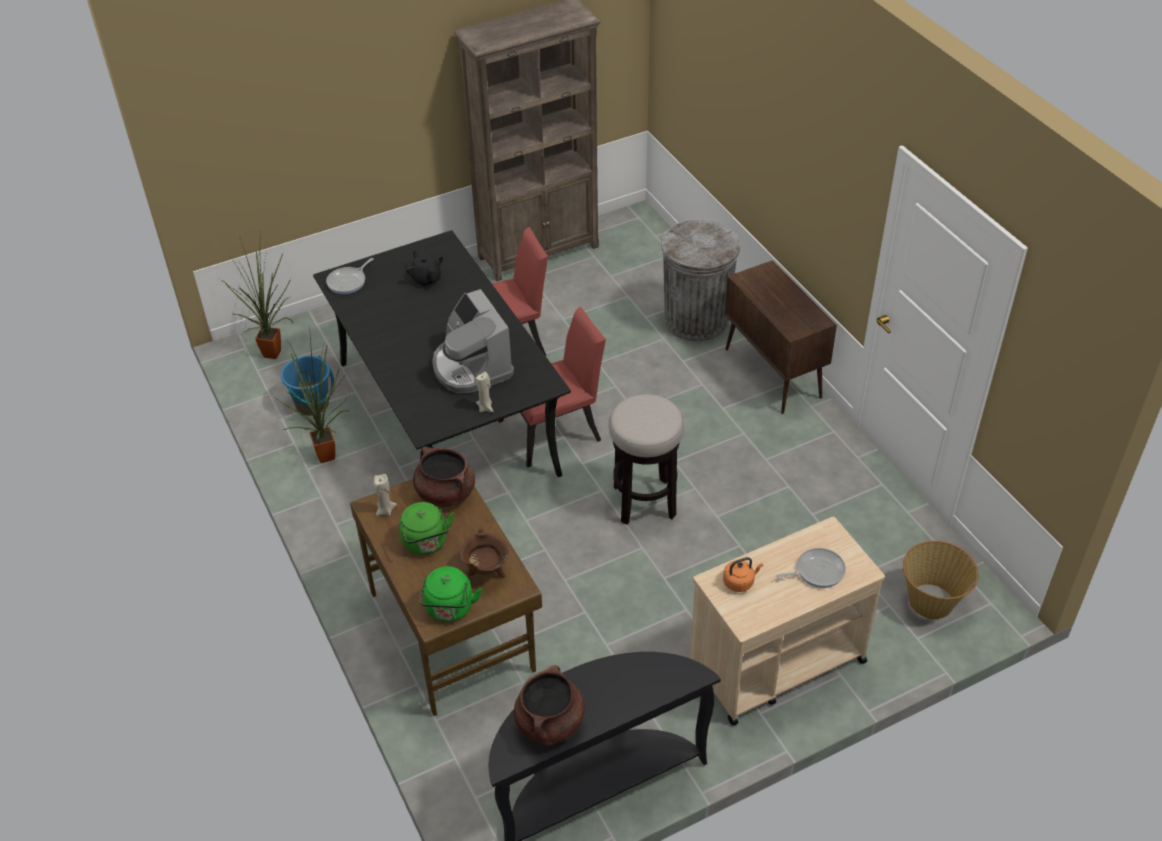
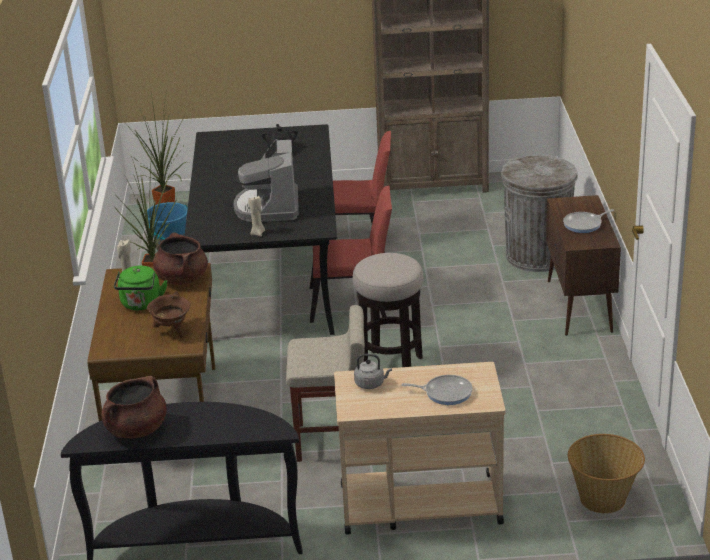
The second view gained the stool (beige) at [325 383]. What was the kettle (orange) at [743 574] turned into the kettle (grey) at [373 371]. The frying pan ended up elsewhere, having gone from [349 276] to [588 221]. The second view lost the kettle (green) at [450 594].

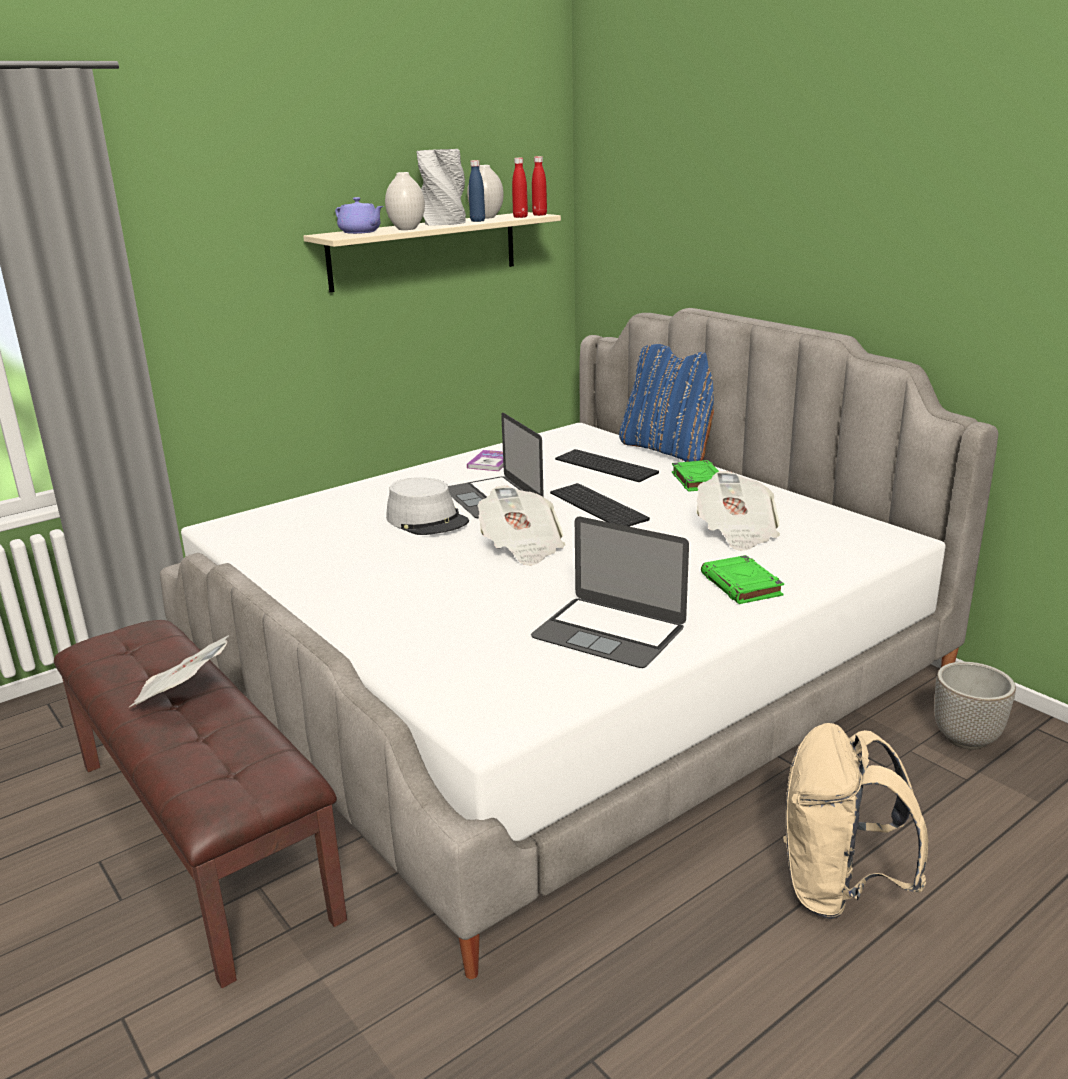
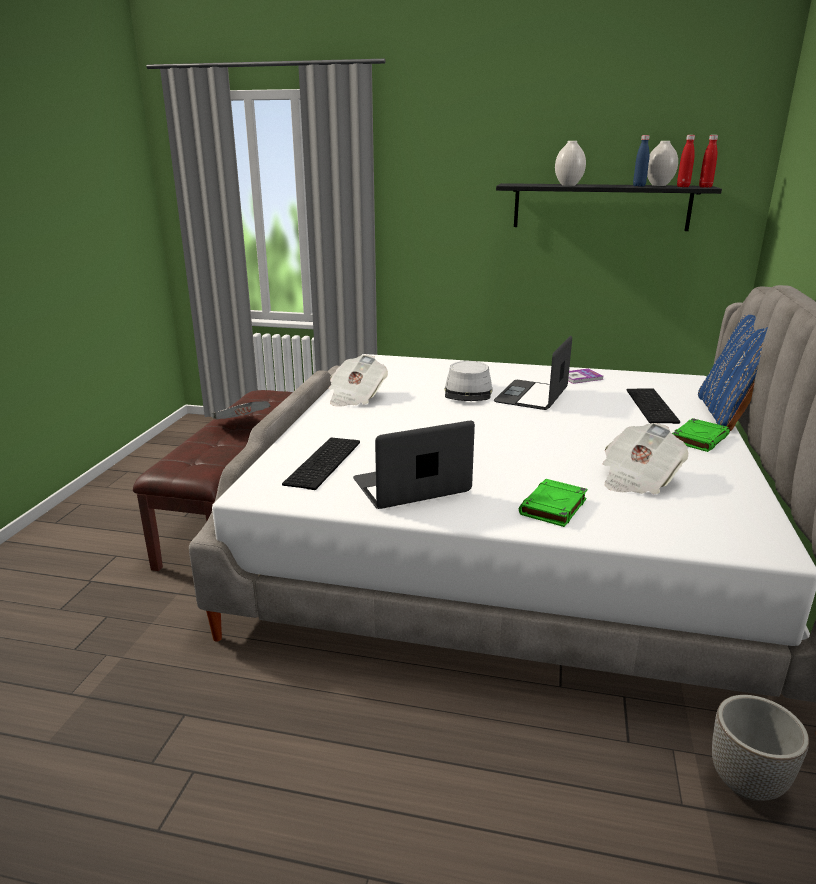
The keyboard ended up elsewhere, having gone from [600 505] to [321 464]. The newspaper ended up elsewhere, having gone from [521 526] to [358 381]. The laptop at [610 592] ended up facing another way, 75 degrees clockwise from before. What was the shelf (beige) at [432 252] turned into the shelf (black) at [609 207]. The second view lost the teapot (purple) at [359 215]. The second view lost the vase (grey) at [441 187]. The second view lost the backpack (beige) at [855 821].

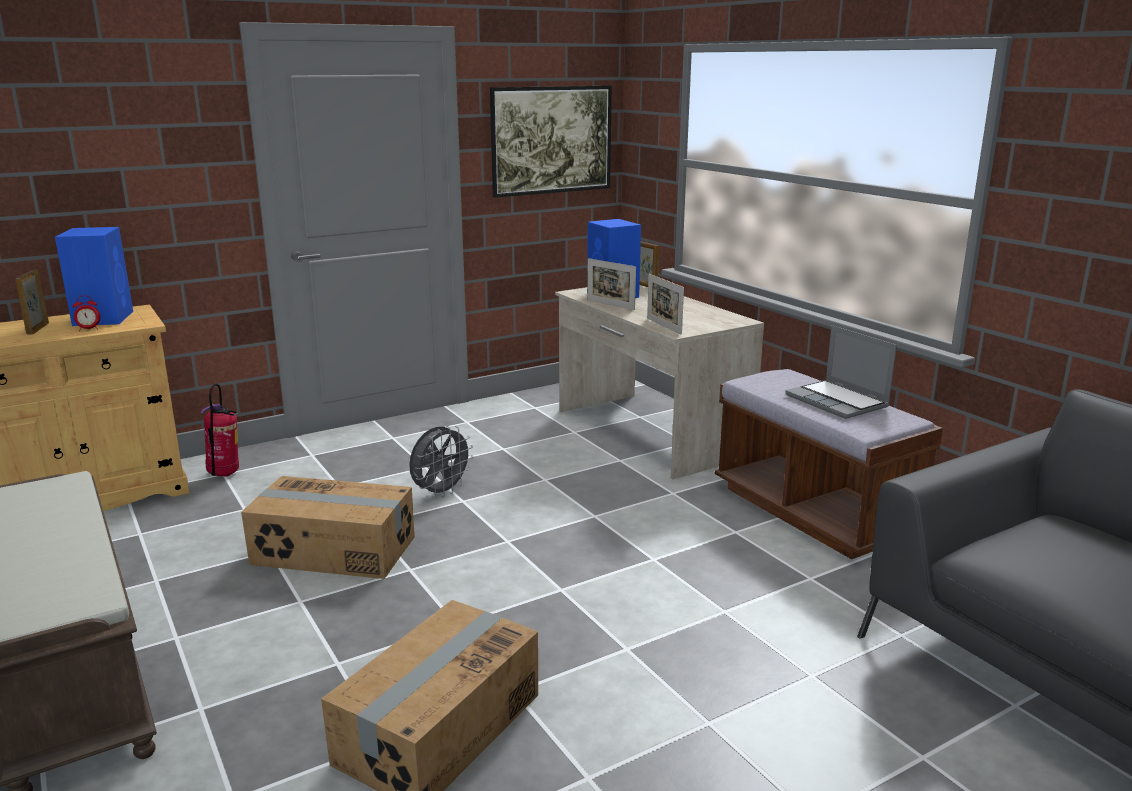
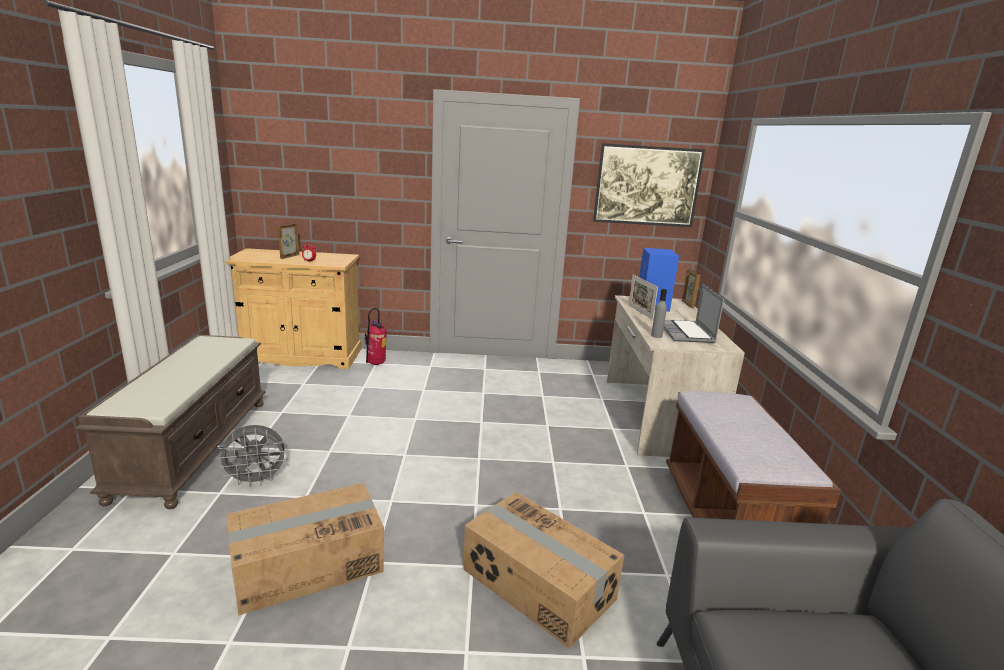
The fan (grey) ended up elsewhere, having gone from [441 462] to [252 456]. The cardboard box ended up elsewhere, having gone from [328 527] to [543 570]. Where the picture frame stood at [665 304], the bottle (grey) came to stand at [659 313]. The laptop ended up elsewhere, having gone from [841 372] to [694 313]. The second view lost the speaker (blue) at [94 276].

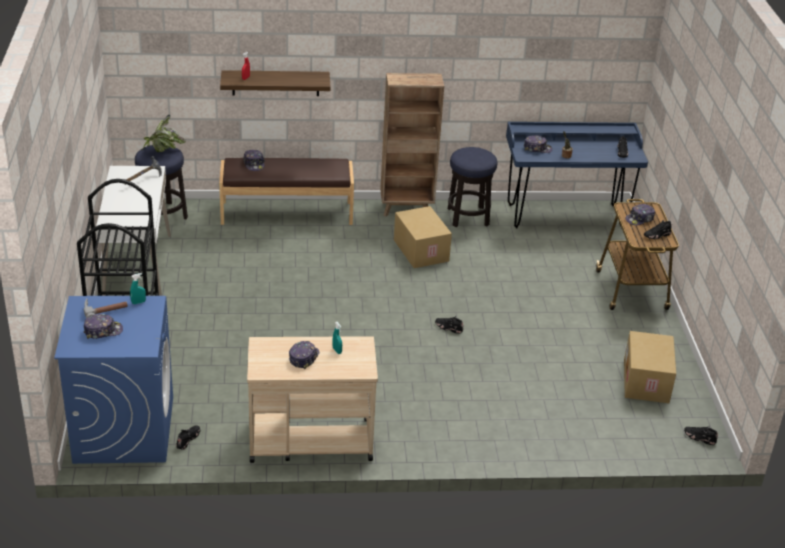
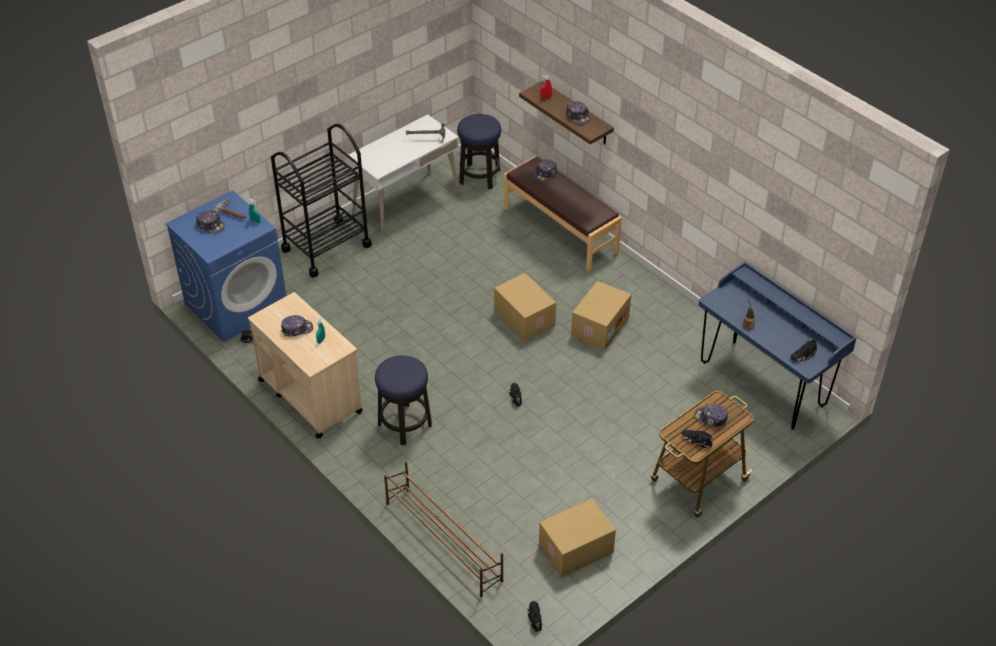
The stool ended up elsewhere, having gone from [472 187] to [403 400]. The second view gained the shoe rack (brown) at [444 529]. The second view gained the cardboard box at [525 307]. The cap ended up elsewhere, having gone from [538 144] to [578 112]. The second view lost the potted plant at [164 133]. The second view lost the bookcase (brown) at [412 144].

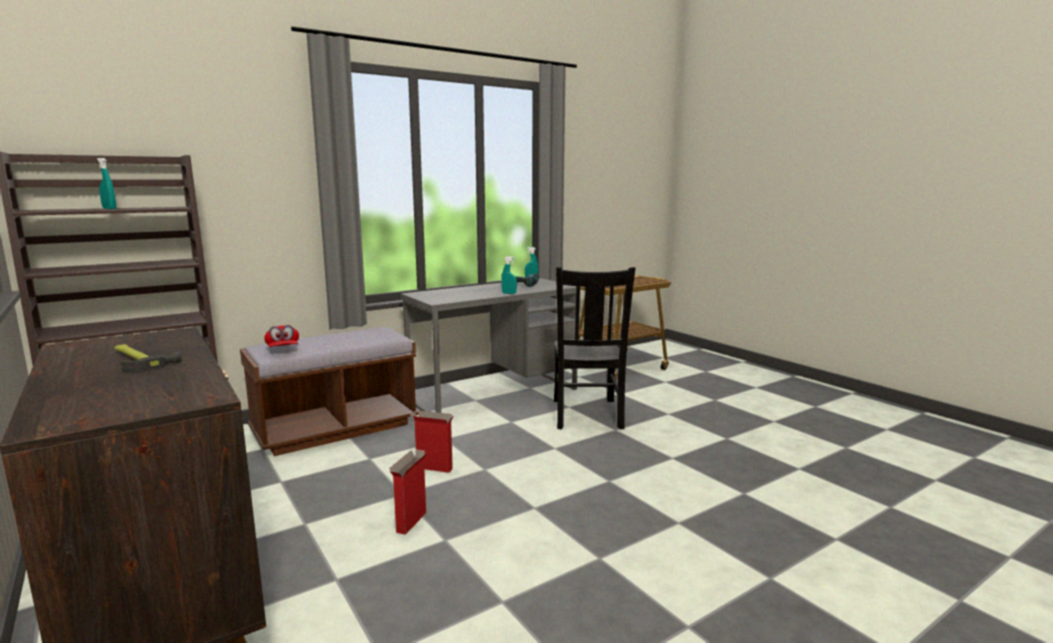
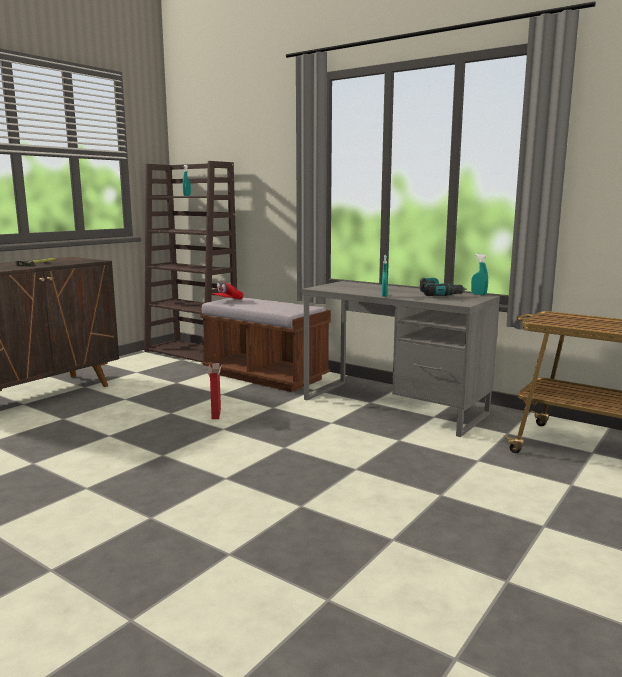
The second view lost the cardboard box at [408 492]. The second view lost the chair (black) at [594 348].

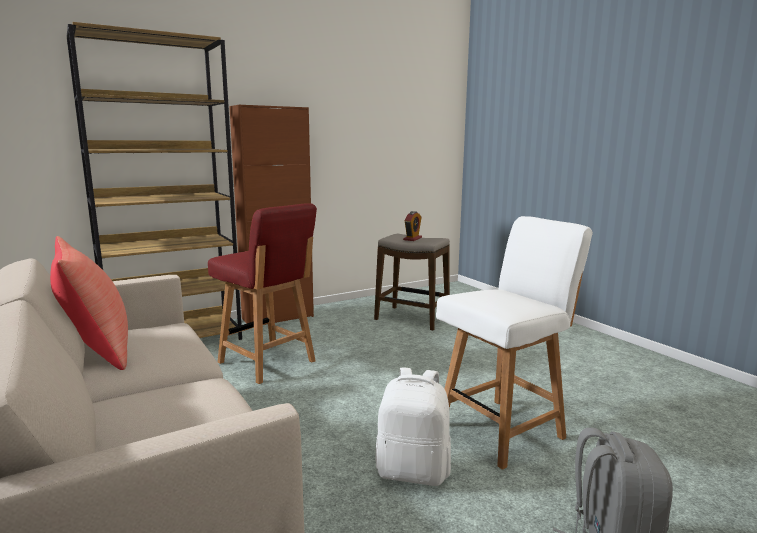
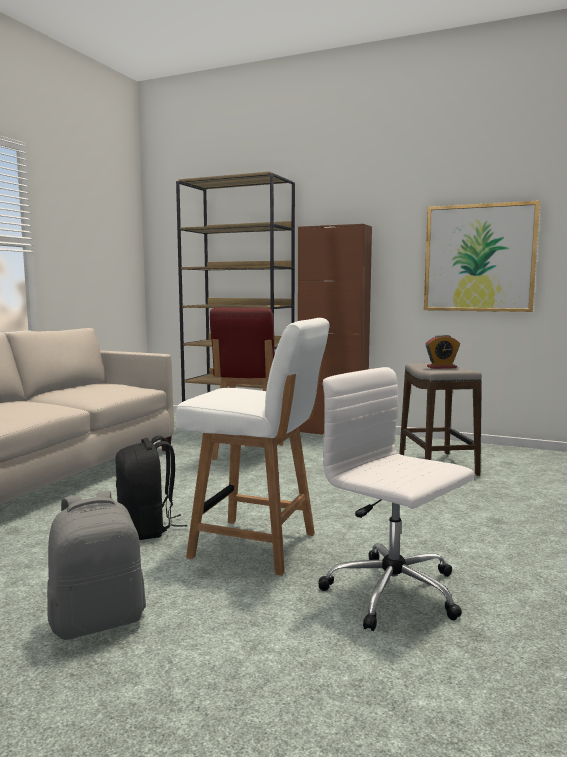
What was the backpack (white) at [413 426] turned into the backpack (black) at [152 488]. The second view gained the office chair (white) at [396 499]. The second view gained the picture at [482 256]. The second view lost the pillow (red) at [89 303].

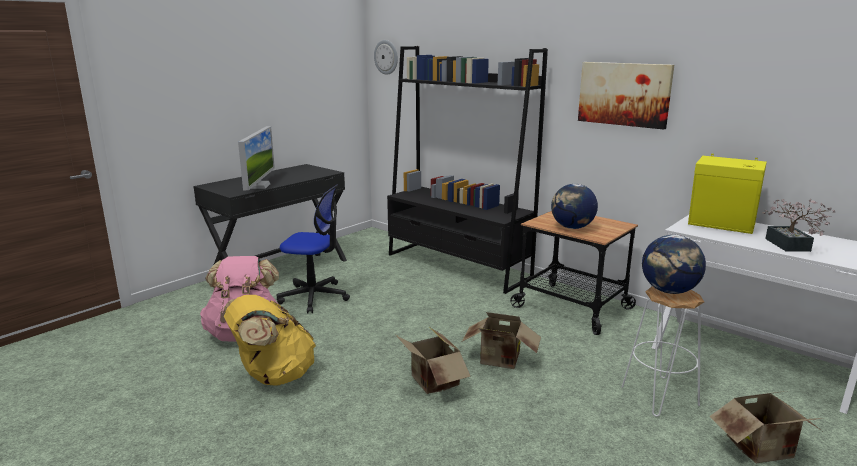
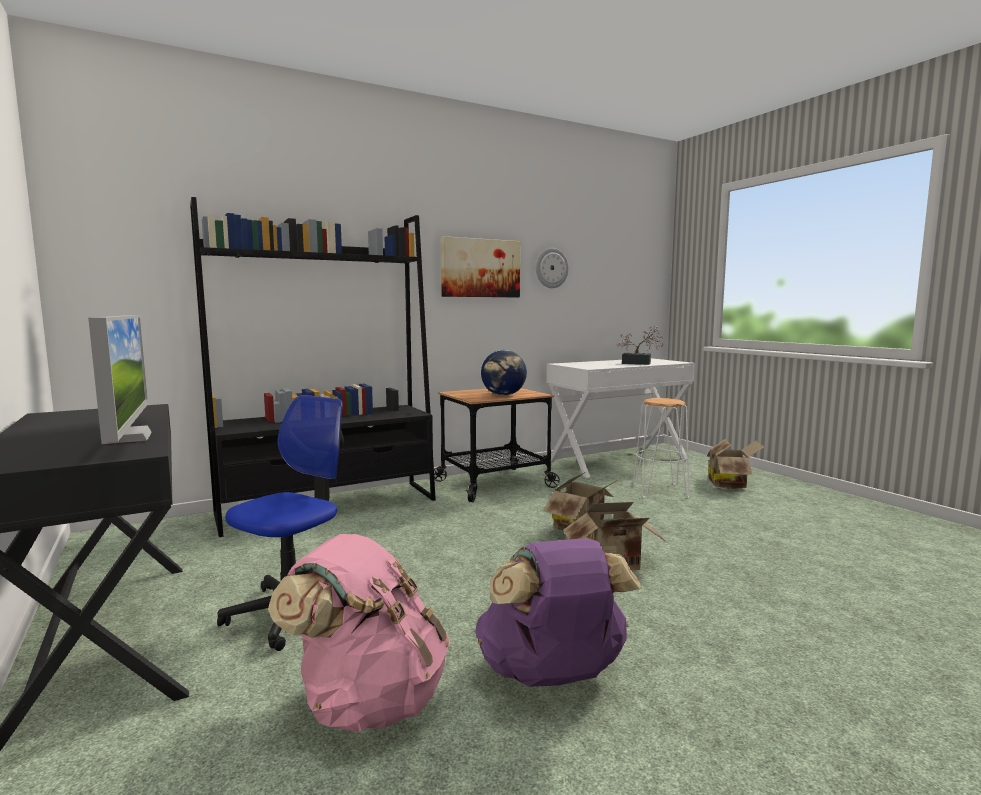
The monitor at [256 158] ended up facing another way, 45 degrees clockwise from before. What was the backpack (yellow) at [270 340] turned into the backpack (purple) at [558 612]. The wall clock ended up elsewhere, having gone from [386 57] to [552 268]. The second view lost the globe at [674 264]. The second view lost the speaker (yellow) at [727 194].

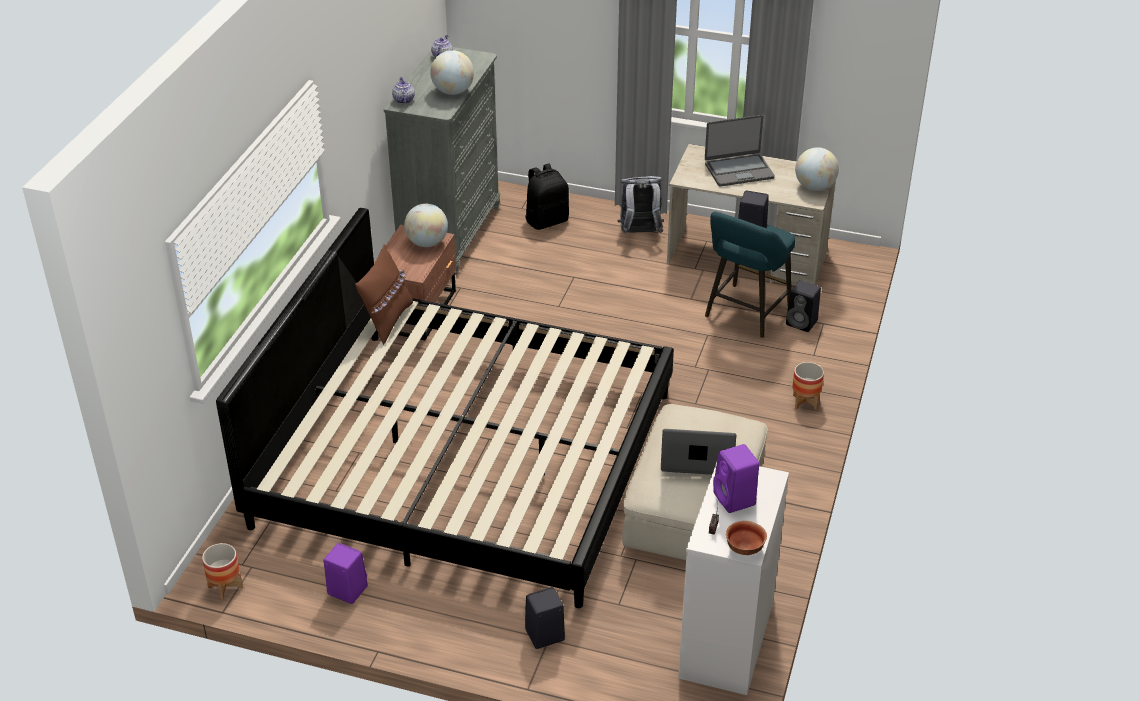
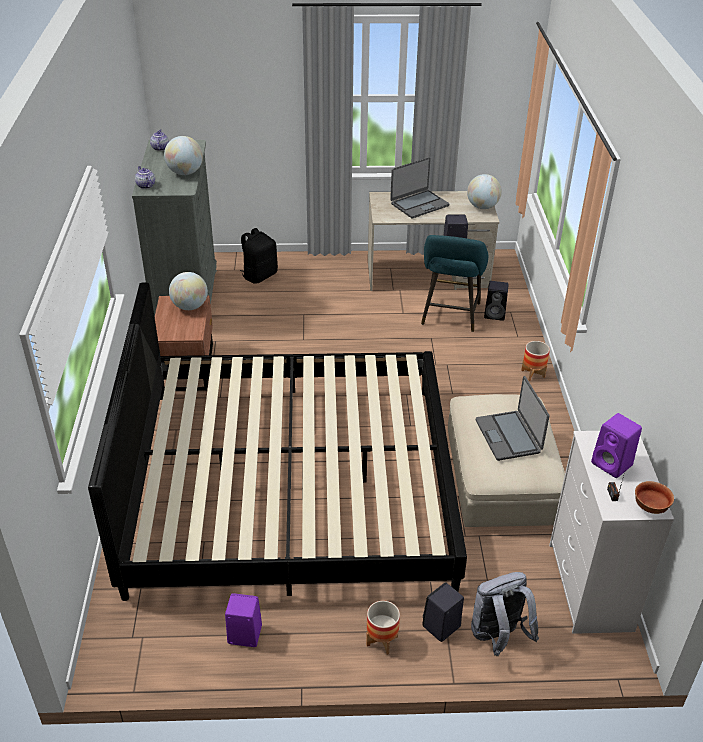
The planter ended up elsewhere, having gone from [222 571] to [383 628]. The backpack (grey) ended up elsewhere, having gone from [640 205] to [505 614]. The laptop at [698 452] ended up facing another way, 90 degrees counterclockwise from before. The second view lost the pillow (brown) at [384 295].

